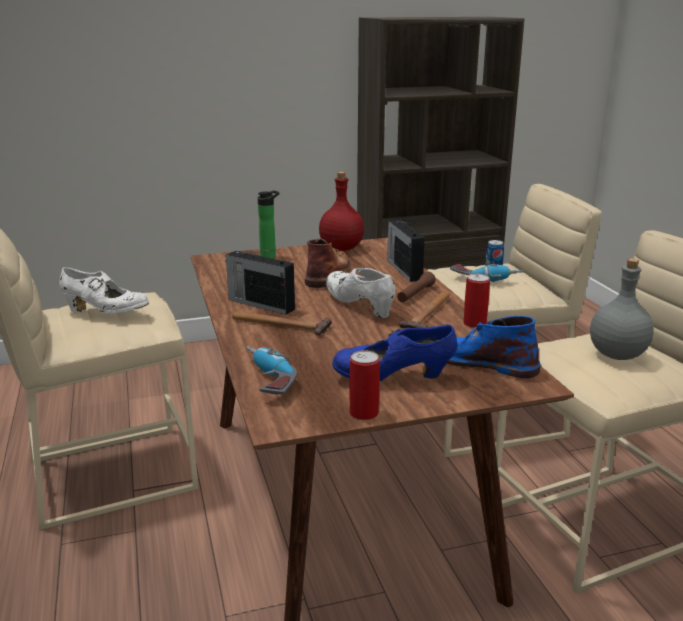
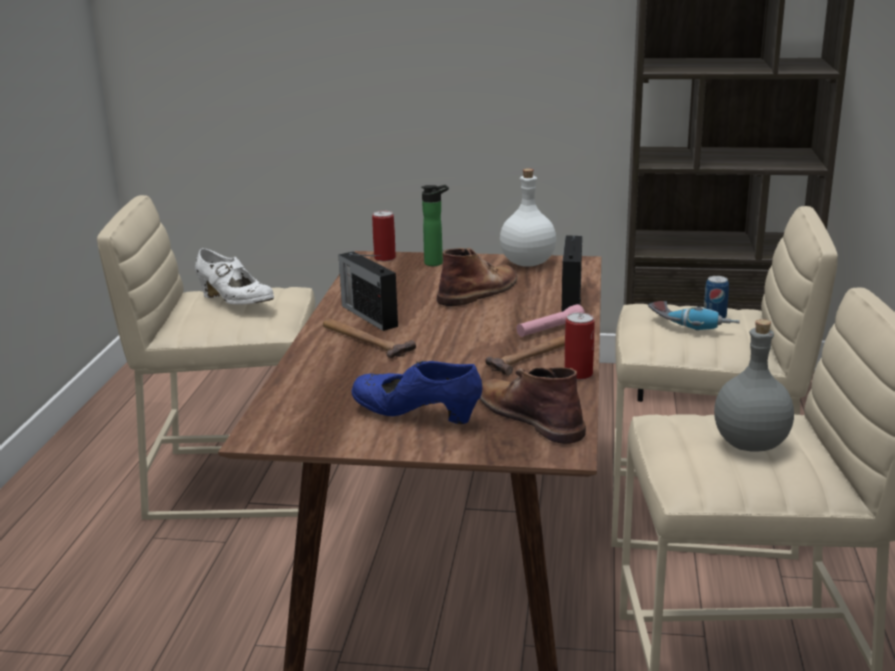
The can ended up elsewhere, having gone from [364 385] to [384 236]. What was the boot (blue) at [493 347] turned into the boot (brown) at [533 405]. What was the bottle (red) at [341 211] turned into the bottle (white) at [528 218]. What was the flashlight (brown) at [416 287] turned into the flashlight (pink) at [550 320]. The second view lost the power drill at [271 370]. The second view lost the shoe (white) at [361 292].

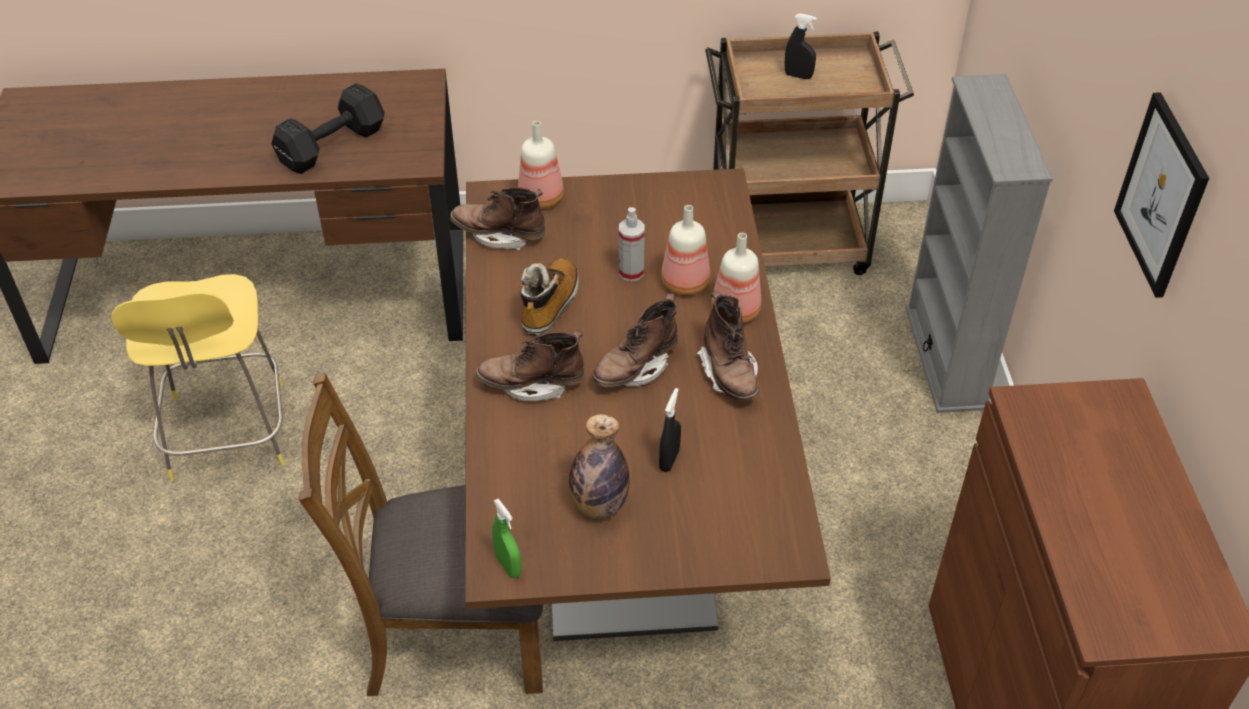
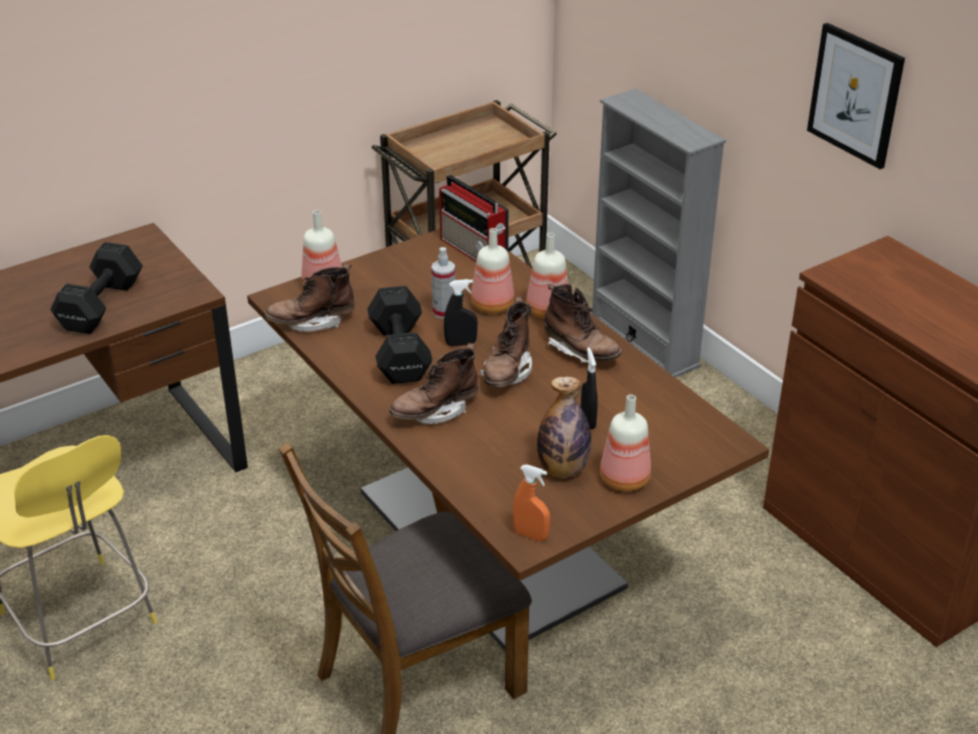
Where the boot stood at [549 296], the dumbbell (black) came to stand at [400 335]. The second view gained the radio at [474 218]. The spray bottle (black) ended up elsewhere, having gone from [801 46] to [461 312]. What was the spray bottle (green) at [507 538] turned into the spray bottle (orange) at [531 502]. The second view gained the bottle at [625 443].

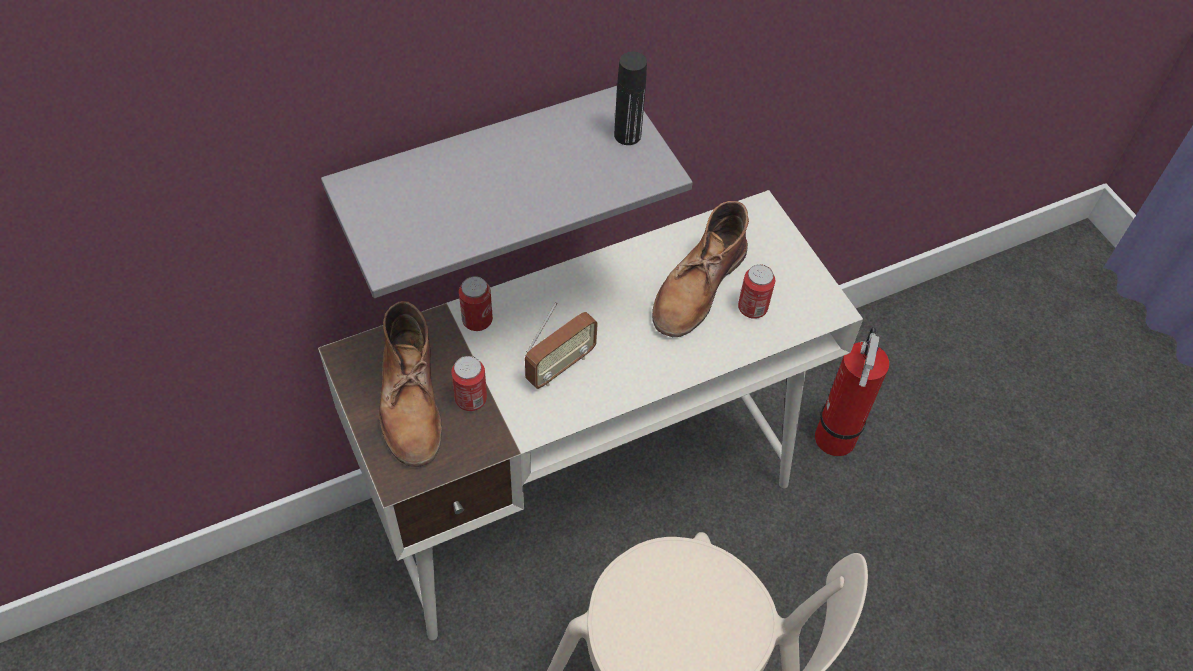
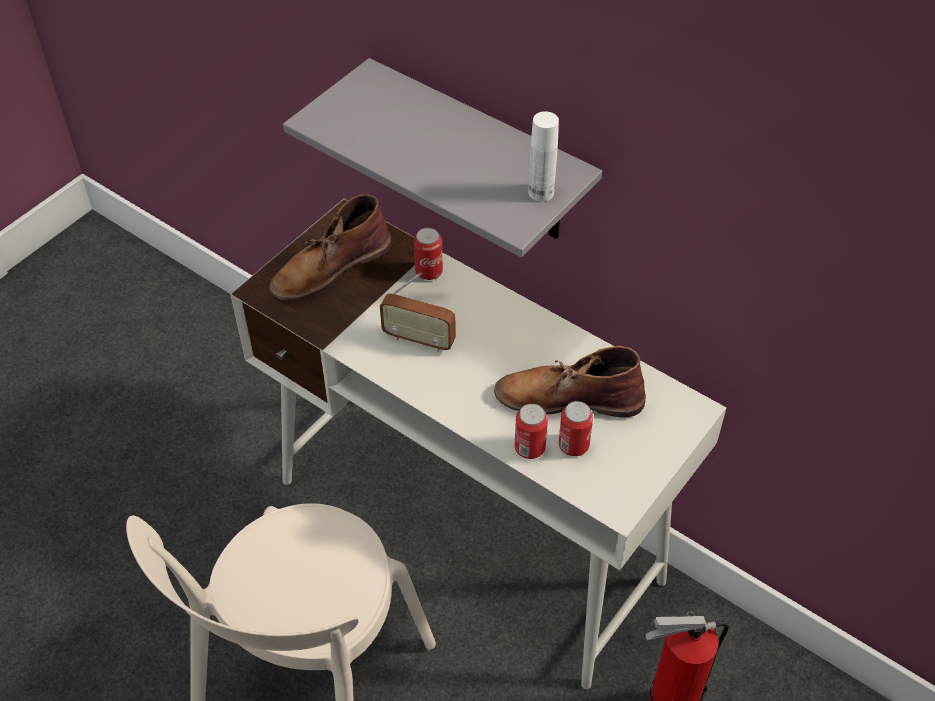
The can ended up elsewhere, having gone from [469 383] to [531 431]. What was the bottle (black) at [630 98] turned into the bottle (white) at [544 156].

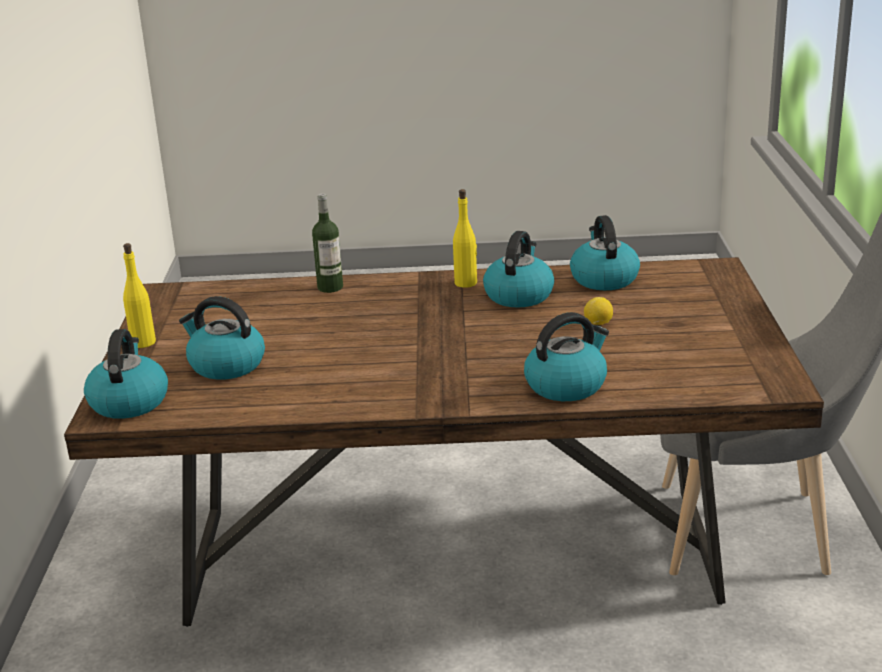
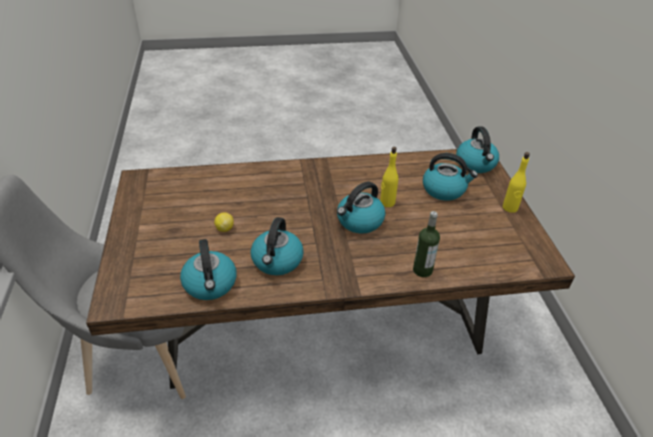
The kettle ended up elsewhere, having gone from [566 356] to [361 207]. The bottle (yellow) ended up elsewhere, having gone from [465 238] to [389 177].

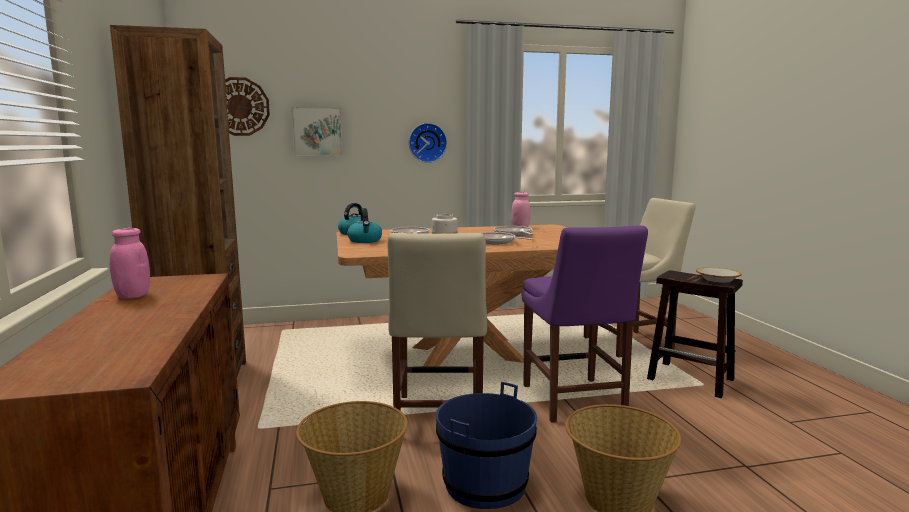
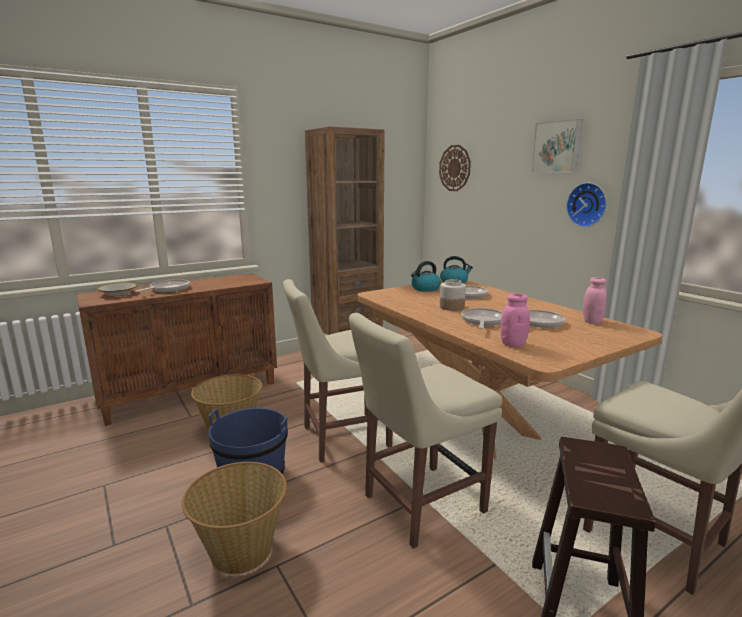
The bowl ended up elsewhere, having gone from [719 275] to [117 289]. The second view gained the frying pan at [162 285]. What was the chair (purple) at [584 324] turned into the chair (beige) at [425 431]. The jar (pink) ended up elsewhere, having gone from [130 263] to [515 320]. The picture ended up elsewhere, having gone from [317 131] to [557 146].

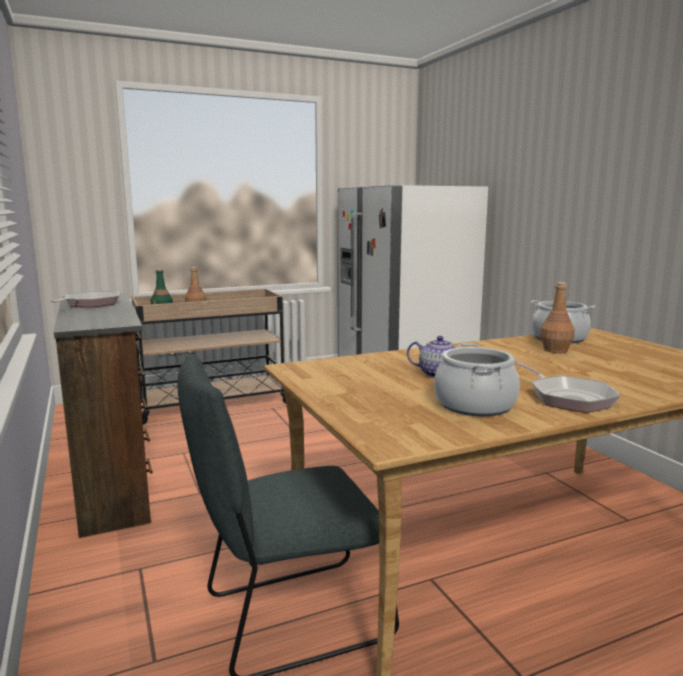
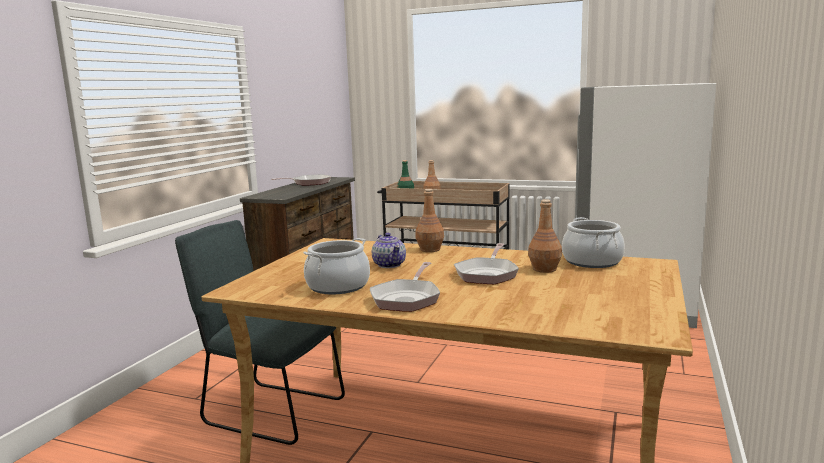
The second view gained the bottle (brown) at [430 220]. The second view gained the frying pan at [486 263].

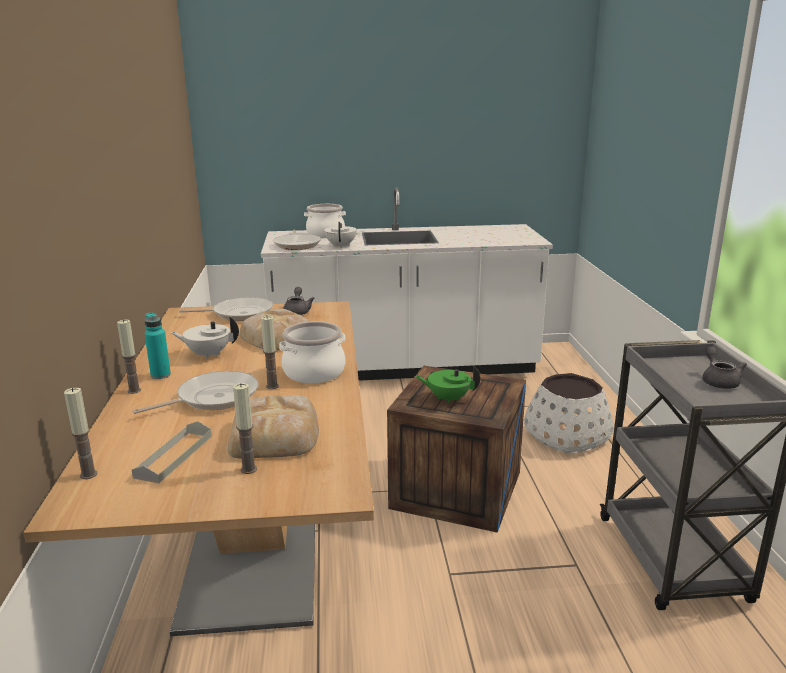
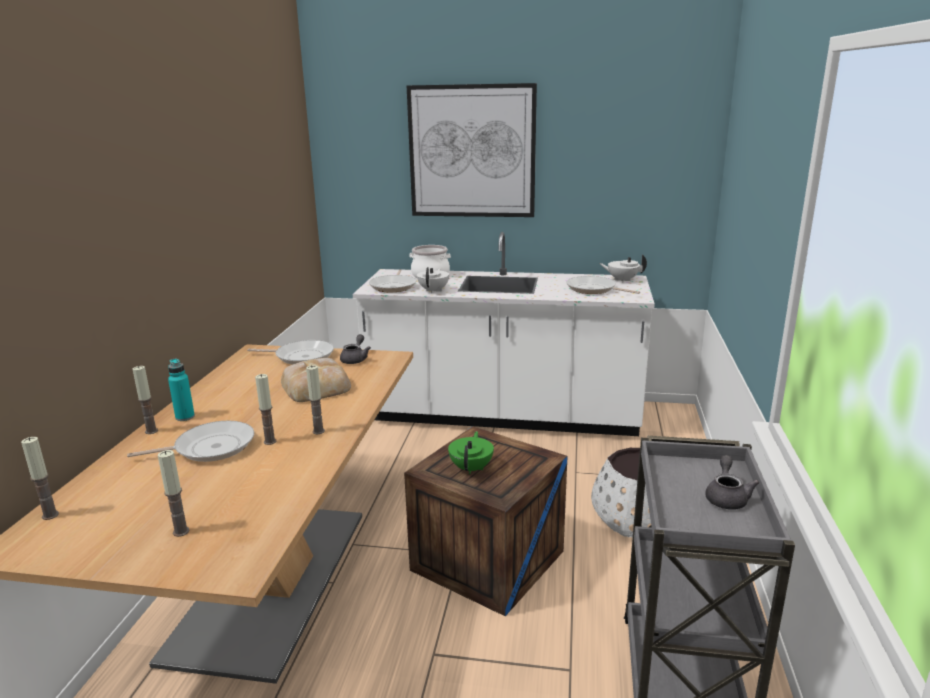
Where the cooking pot stood at [312 352], the candle came to stand at [315 399]. The second view gained the picture at [472 150]. The teapot (green) at [448 384] ended up facing another way, 75 degrees clockwise from before. The second view gained the frying pan at [603 285]. The teapot (white) ended up elsewhere, having gone from [205 338] to [623 268]. The second view lost the tray (grey) at [172 452]. The second view lost the bread at [273 427].

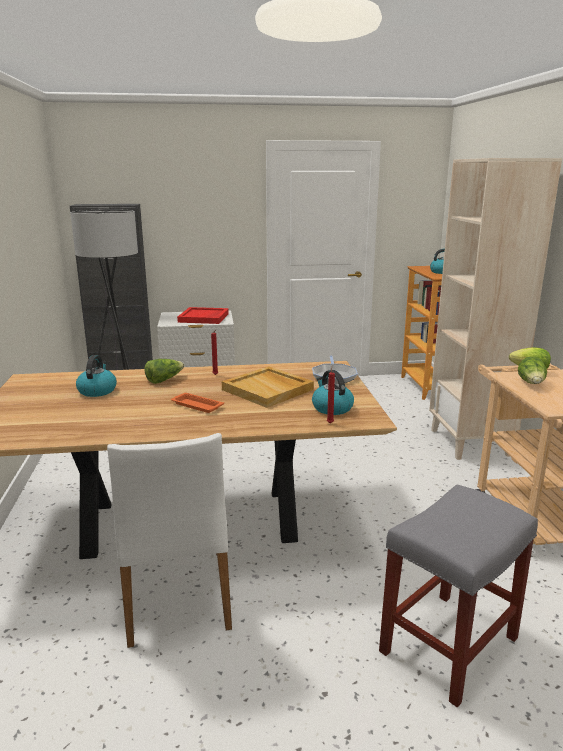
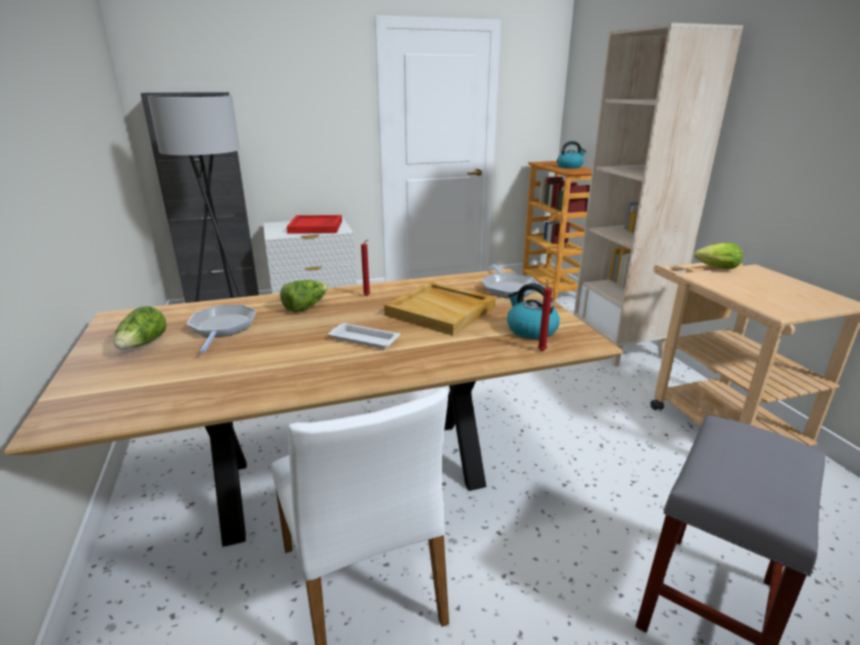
The lettuce ended up elsewhere, having gone from [532 370] to [140 327]. Where the kettle stood at [96 376], the frying pan came to stand at [221 329]. What was the tray (orange) at [197 403] turned into the tray (white) at [364 336].

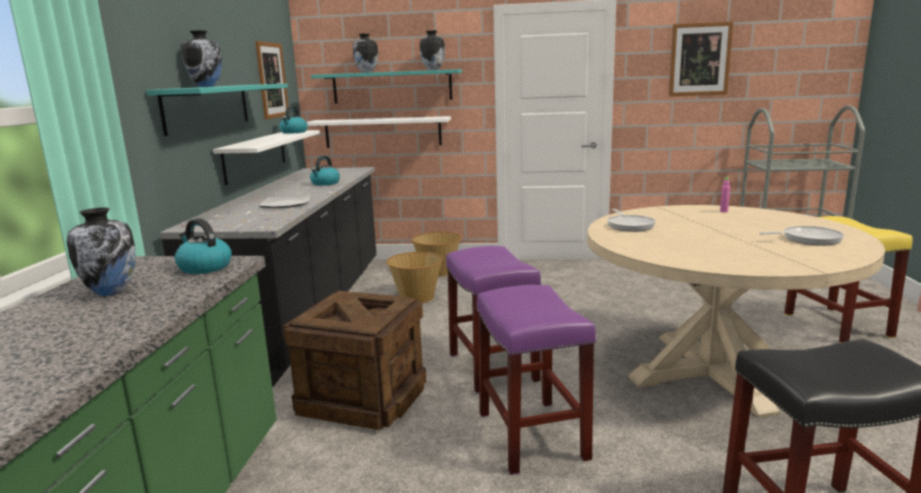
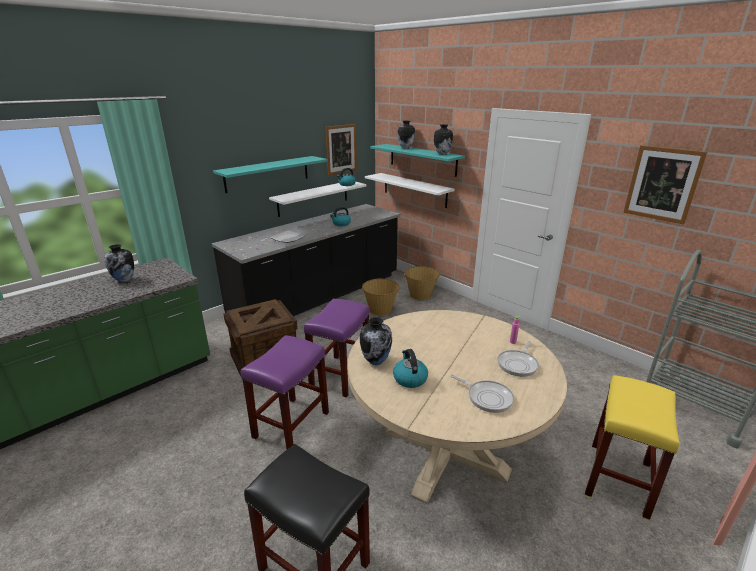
The vase ended up elsewhere, having gone from [202 59] to [376 341]. The kettle ended up elsewhere, having gone from [203 246] to [410 368]. The frying pan ended up elsewhere, having gone from [632 220] to [518 359].

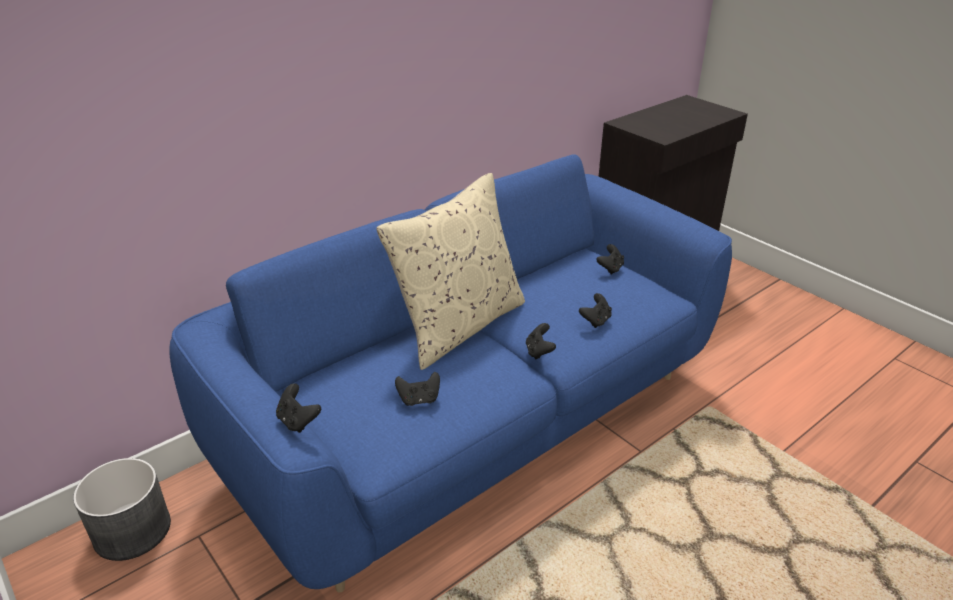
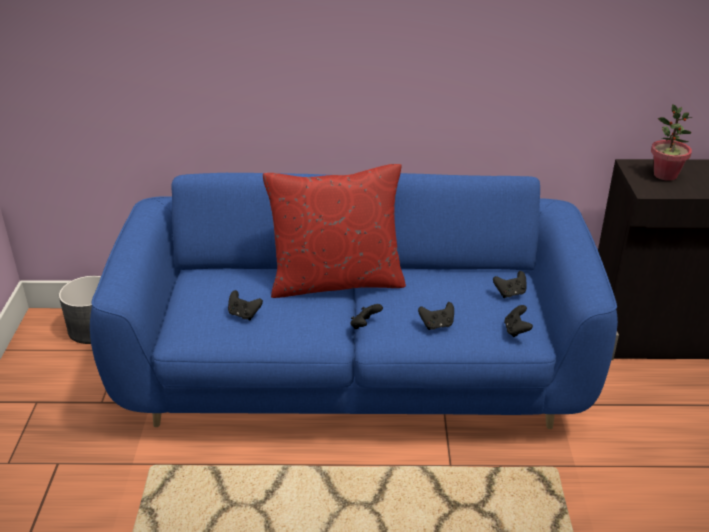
What was the pillow (beige) at [450 271] turned into the pillow (red) at [334 231]. The game controller (black) ended up elsewhere, having gone from [298 408] to [518 321]. The second view gained the potted plant at [671 142].

